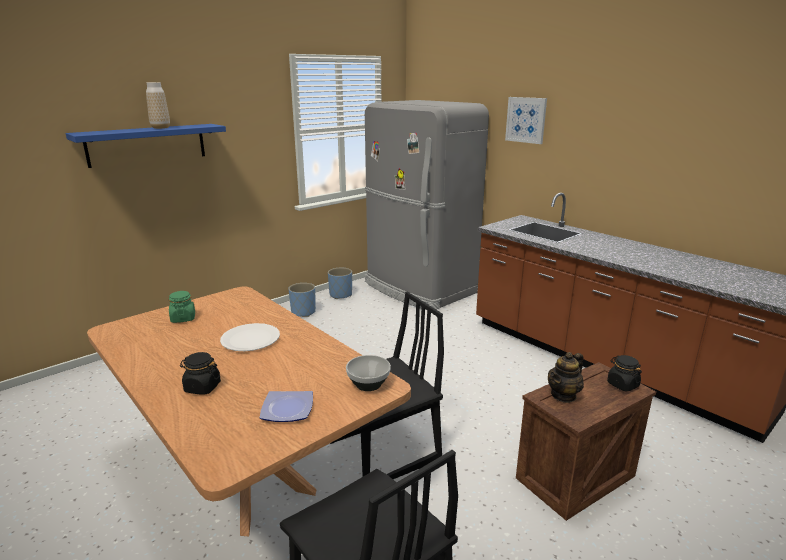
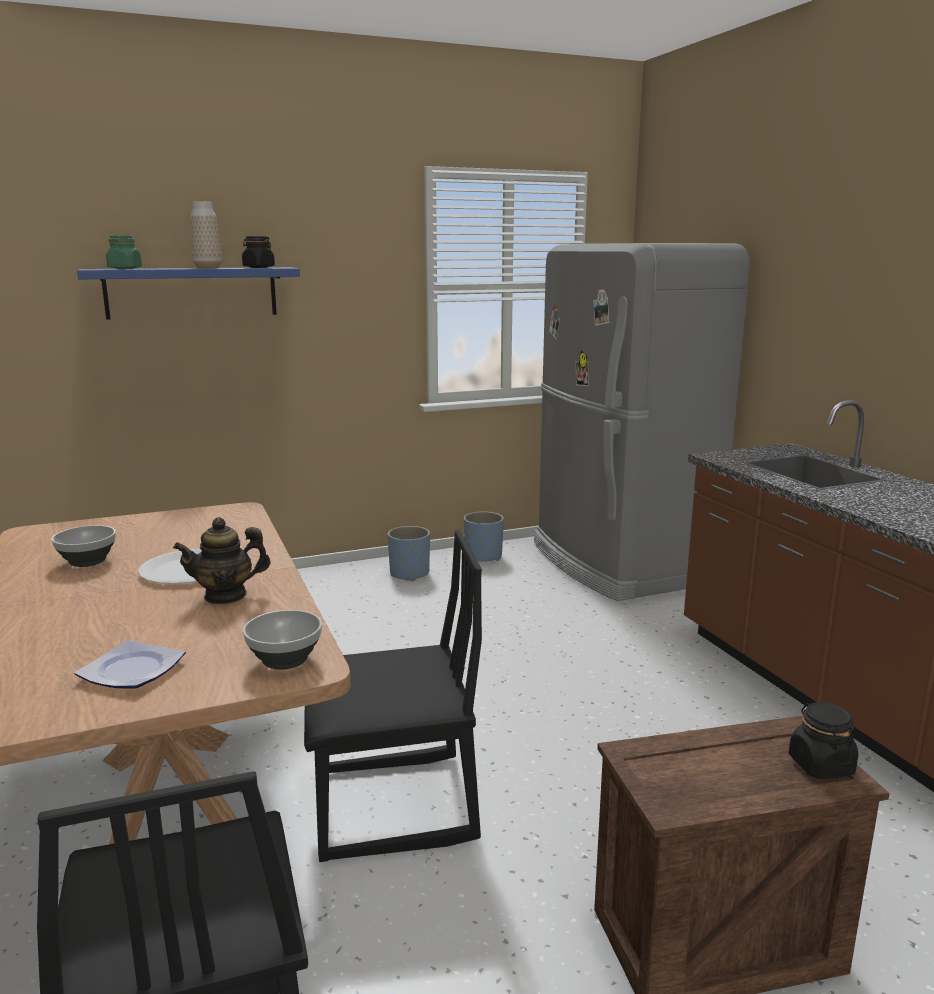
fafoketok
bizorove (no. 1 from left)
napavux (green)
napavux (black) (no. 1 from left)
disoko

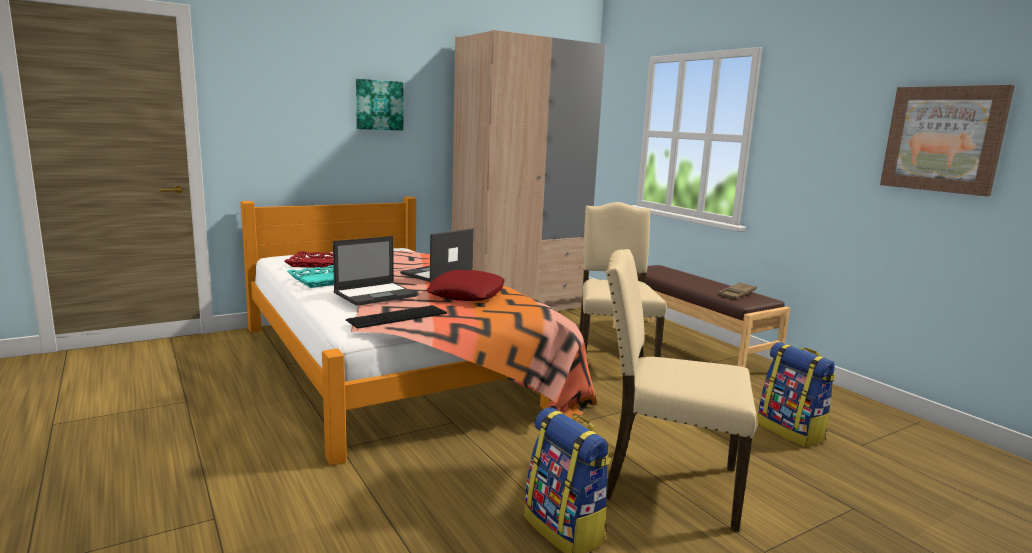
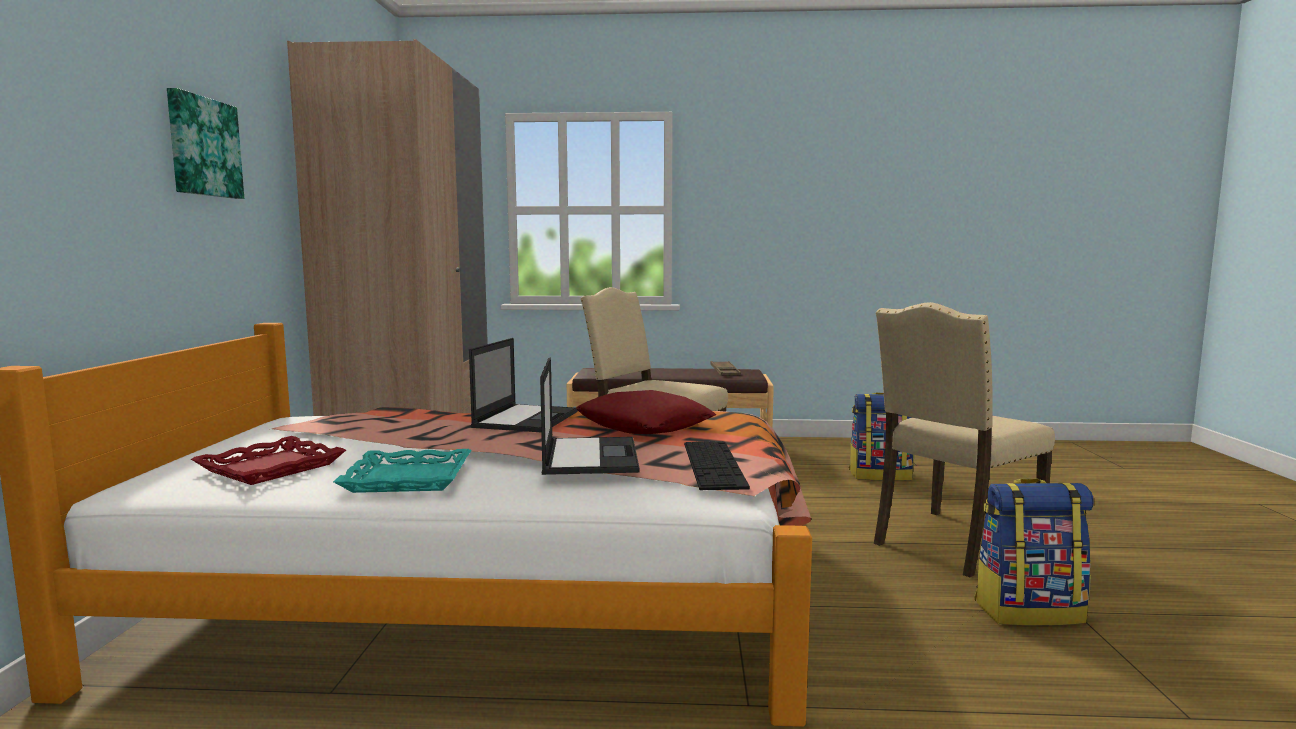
fafoketok (no. 2 from left in the first image)
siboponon (no. 1 from left)

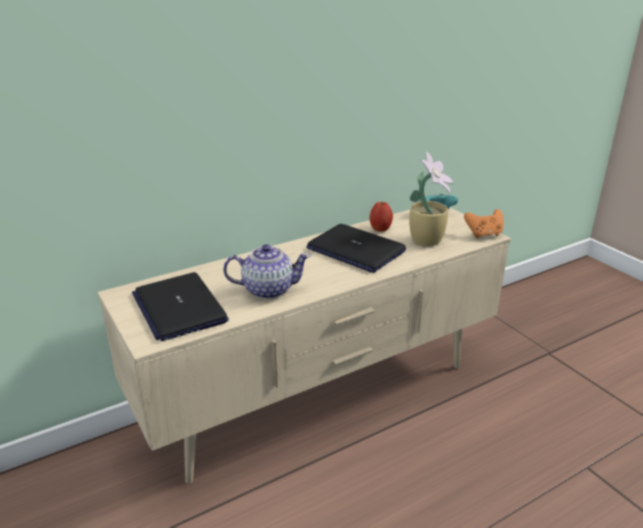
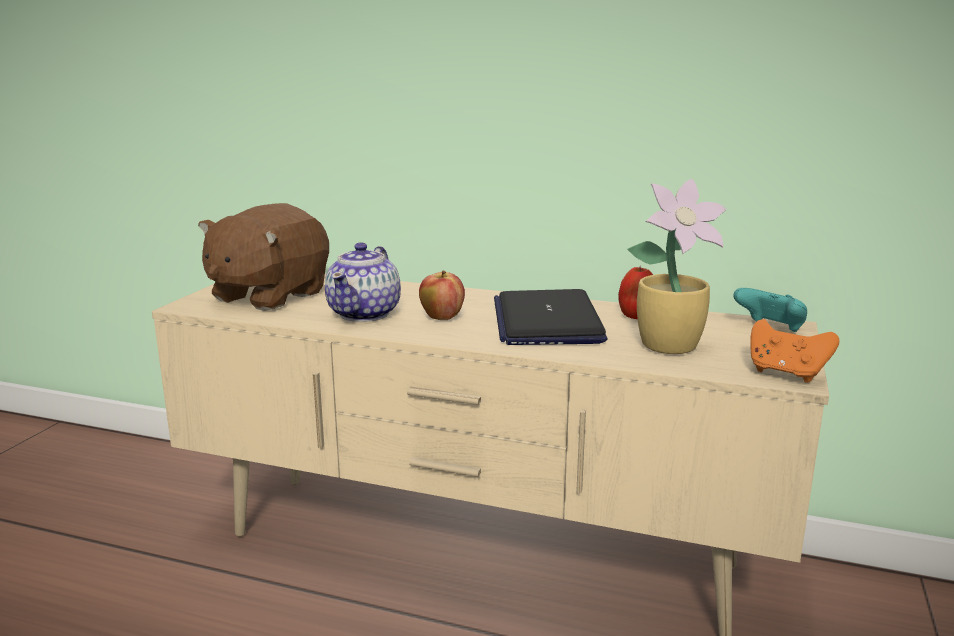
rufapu (no. 1 from left)
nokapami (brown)
disoko

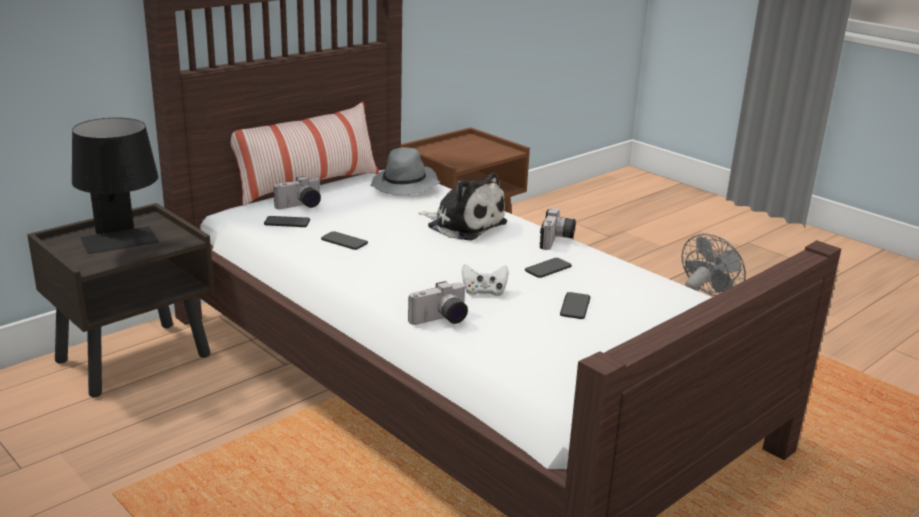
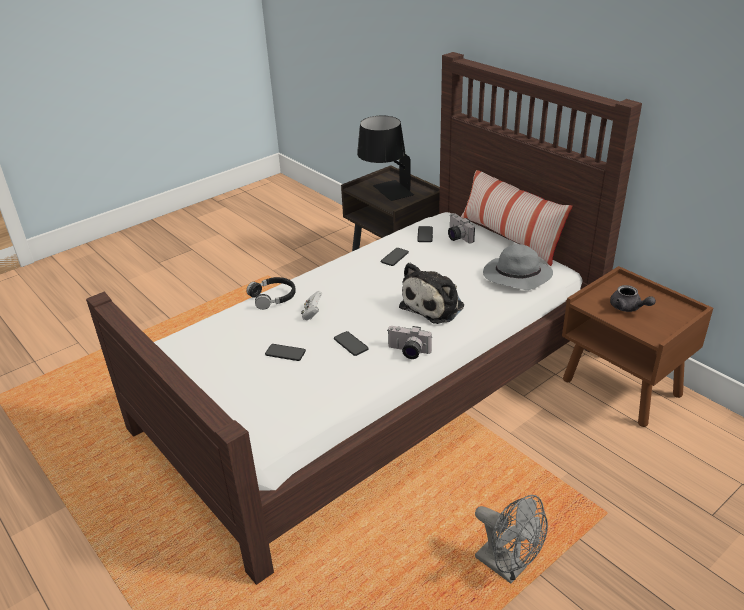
disoko (grey)
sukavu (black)

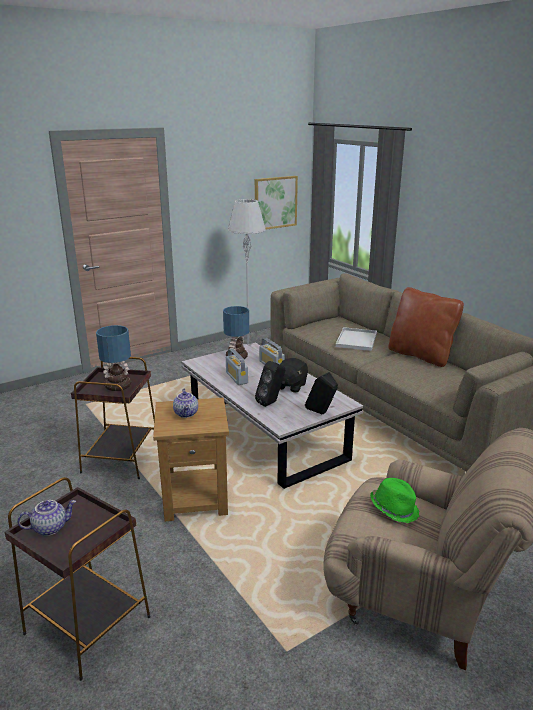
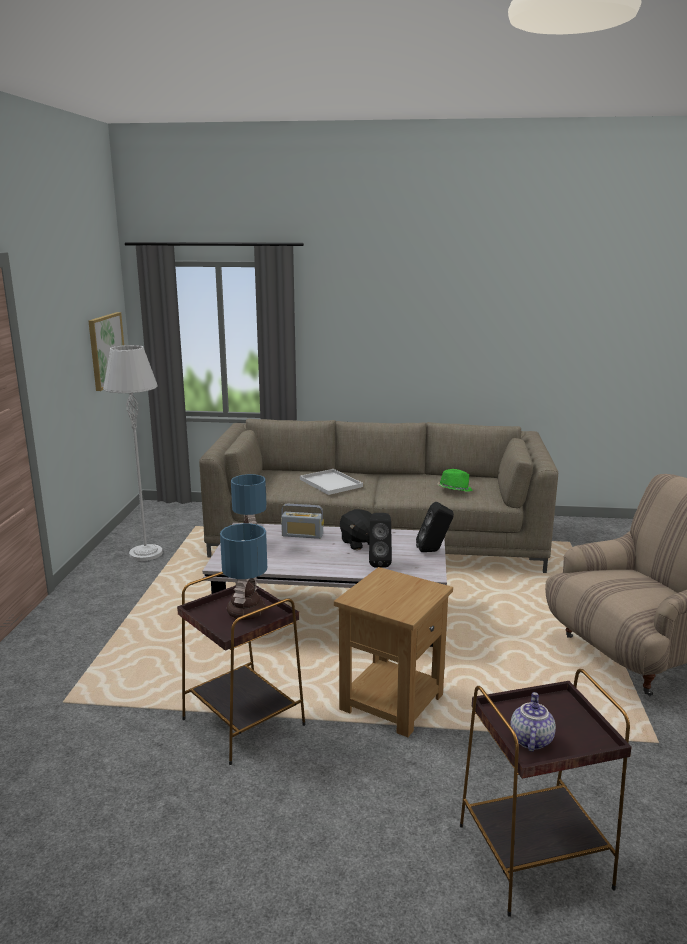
disoko (no. 2 from left in the first image)
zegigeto (no. 1 from left in the first image)
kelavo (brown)
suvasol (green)

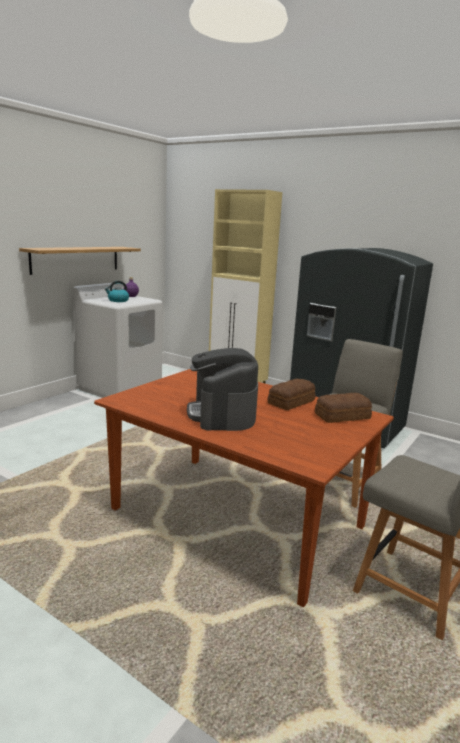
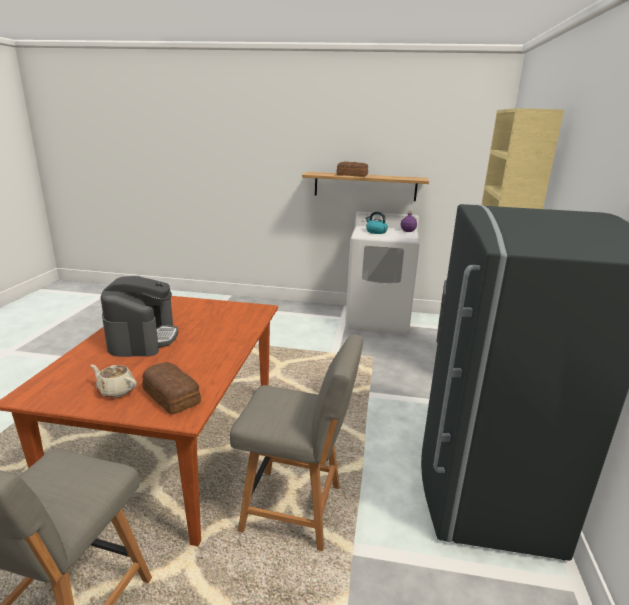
disoko (beige)
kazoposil (no. 2 from left)
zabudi

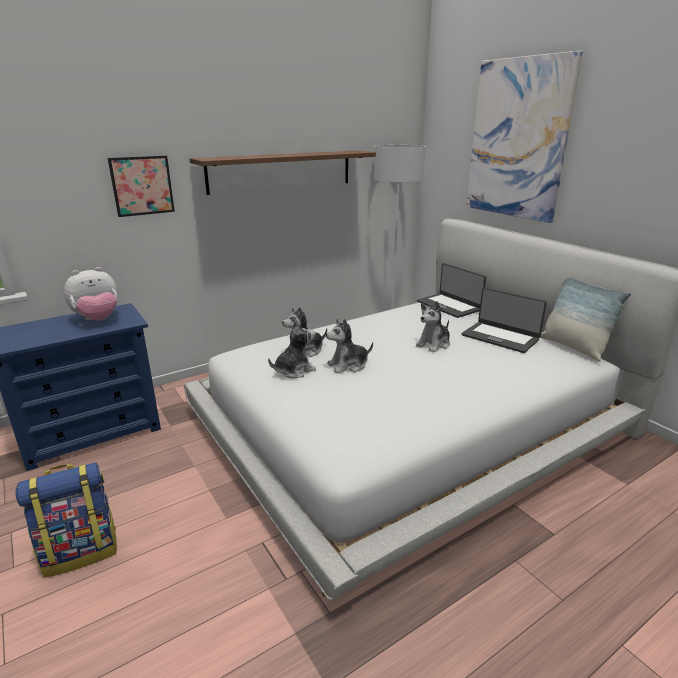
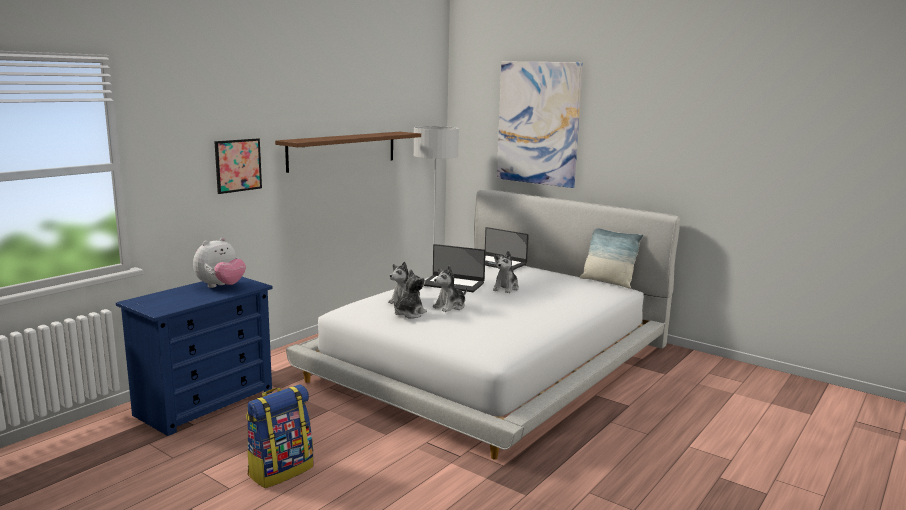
siboponon (no. 1 from left)

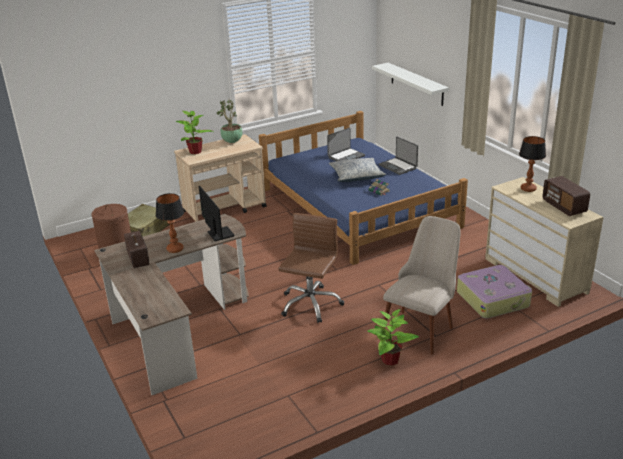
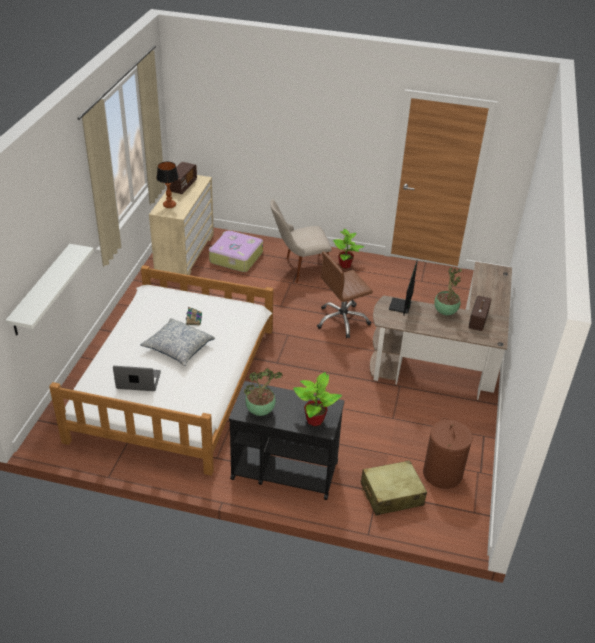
siboponon (no. 2 from left in the first image)
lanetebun (no. 4 from left)
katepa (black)
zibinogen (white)

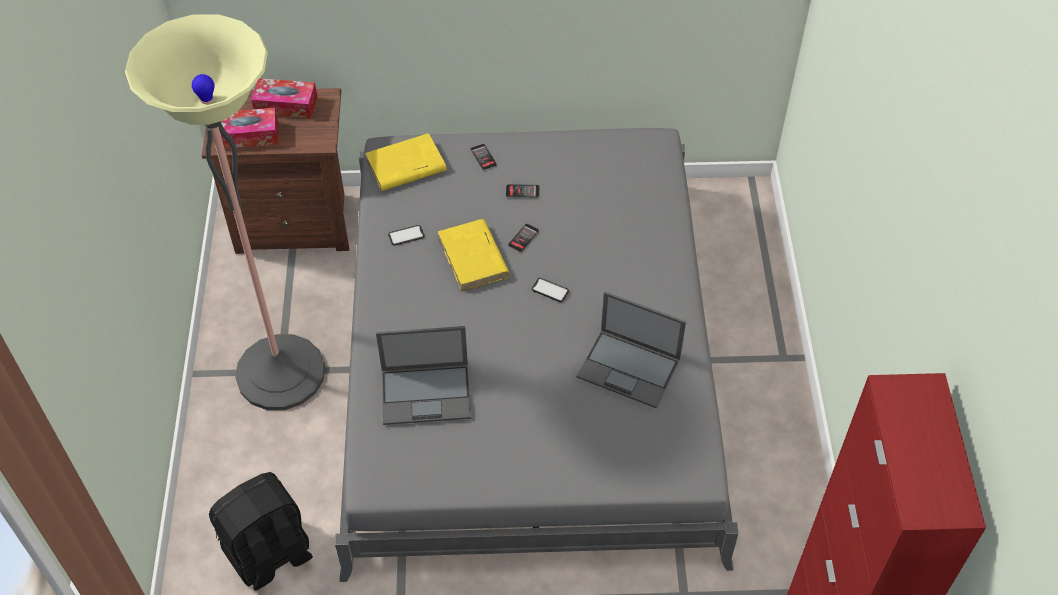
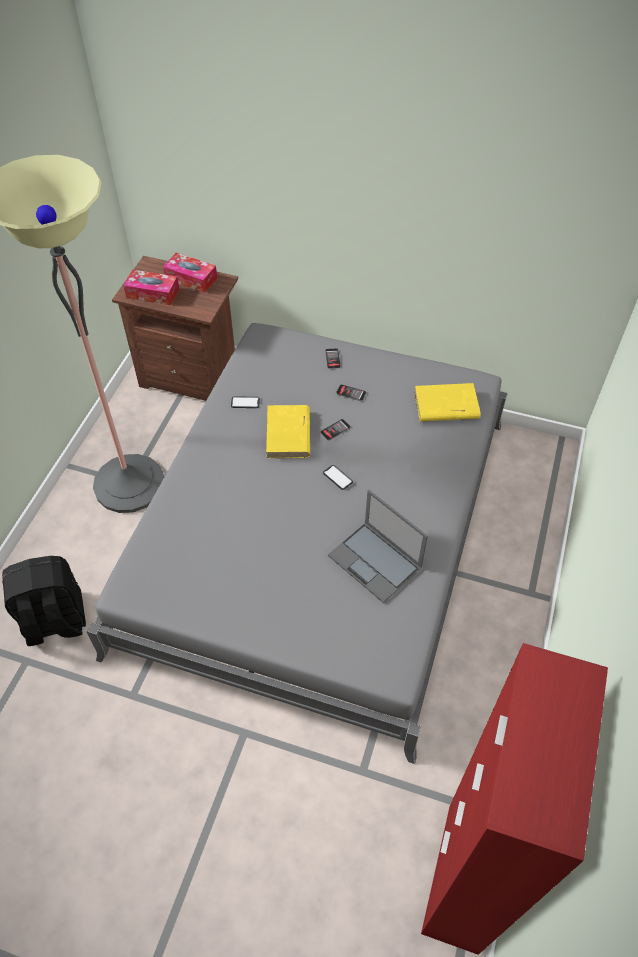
siboponon (no. 1 from left in the first image)
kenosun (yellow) (no. 2 from left)

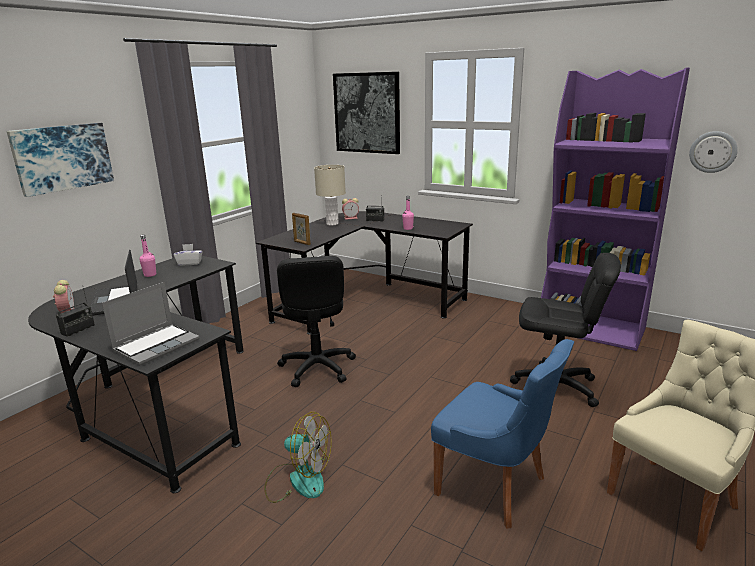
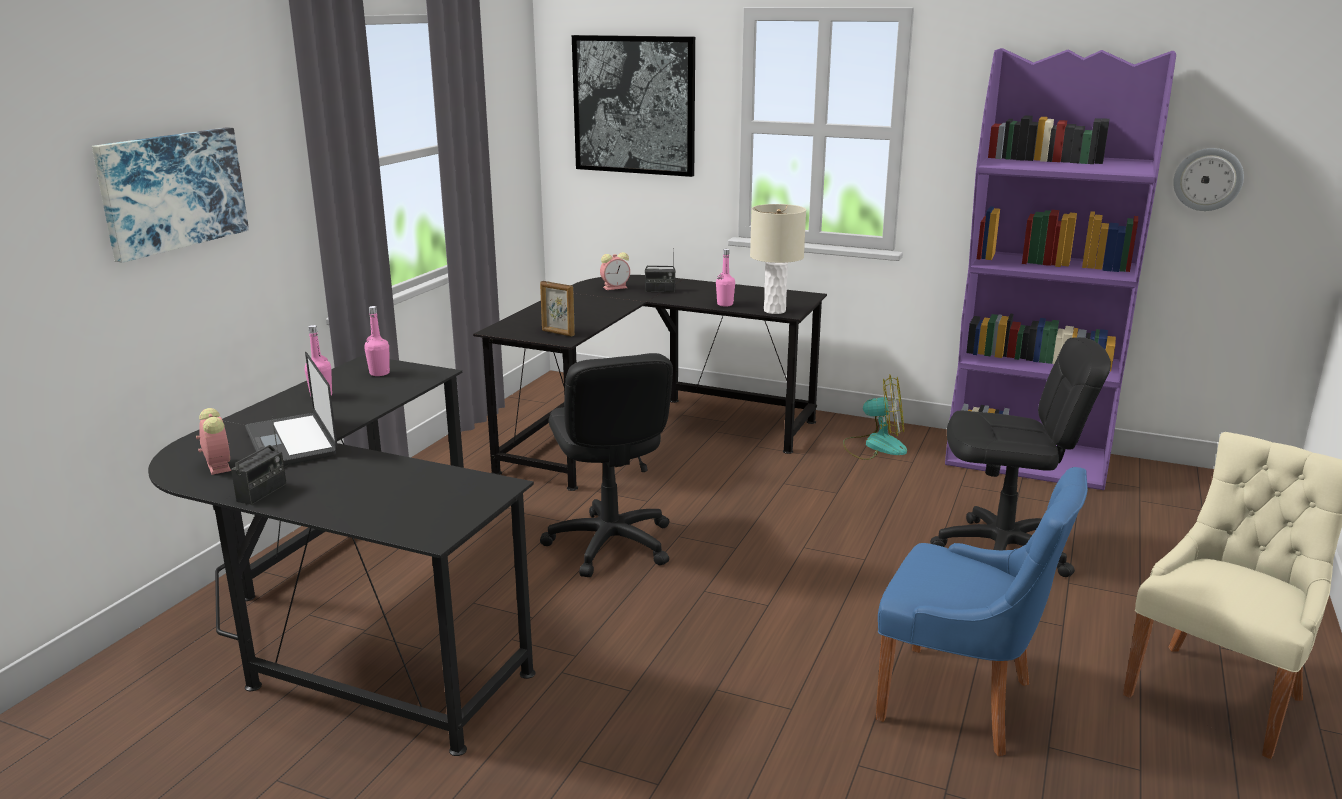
siboponon (no. 2 from left in the first image)
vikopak
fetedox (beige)
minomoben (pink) (no. 2 from left)

